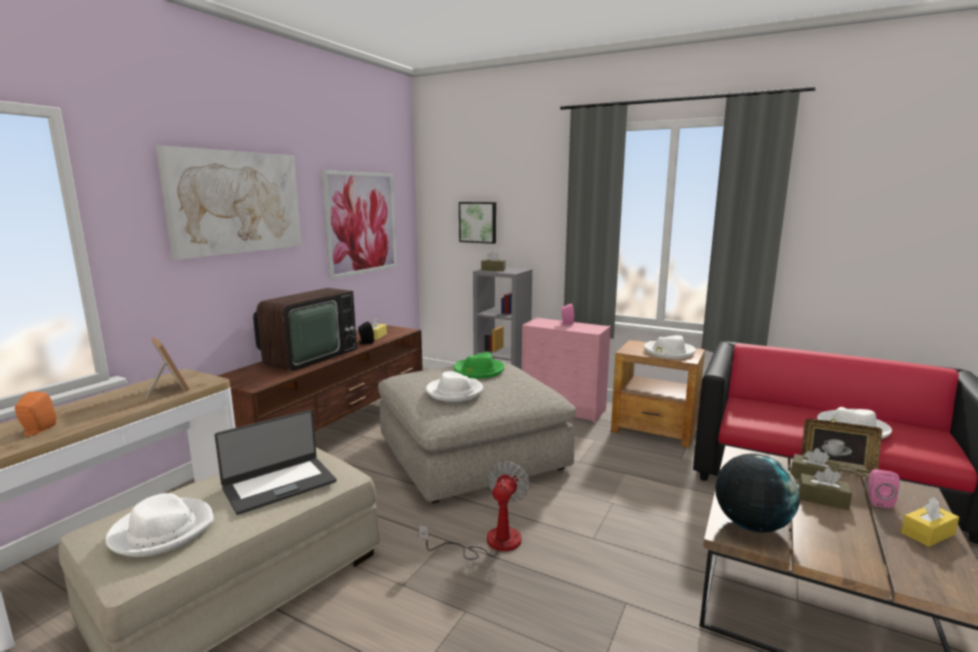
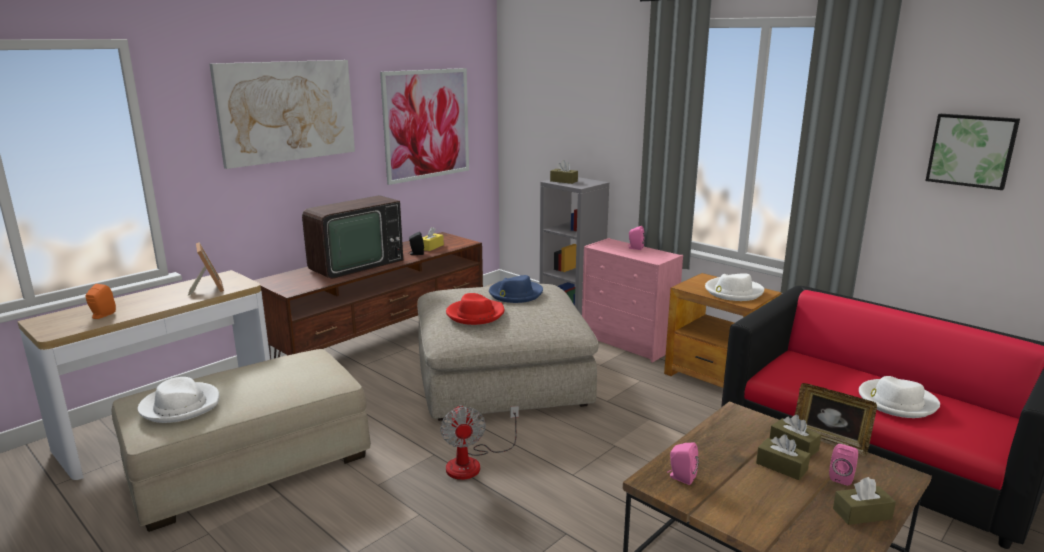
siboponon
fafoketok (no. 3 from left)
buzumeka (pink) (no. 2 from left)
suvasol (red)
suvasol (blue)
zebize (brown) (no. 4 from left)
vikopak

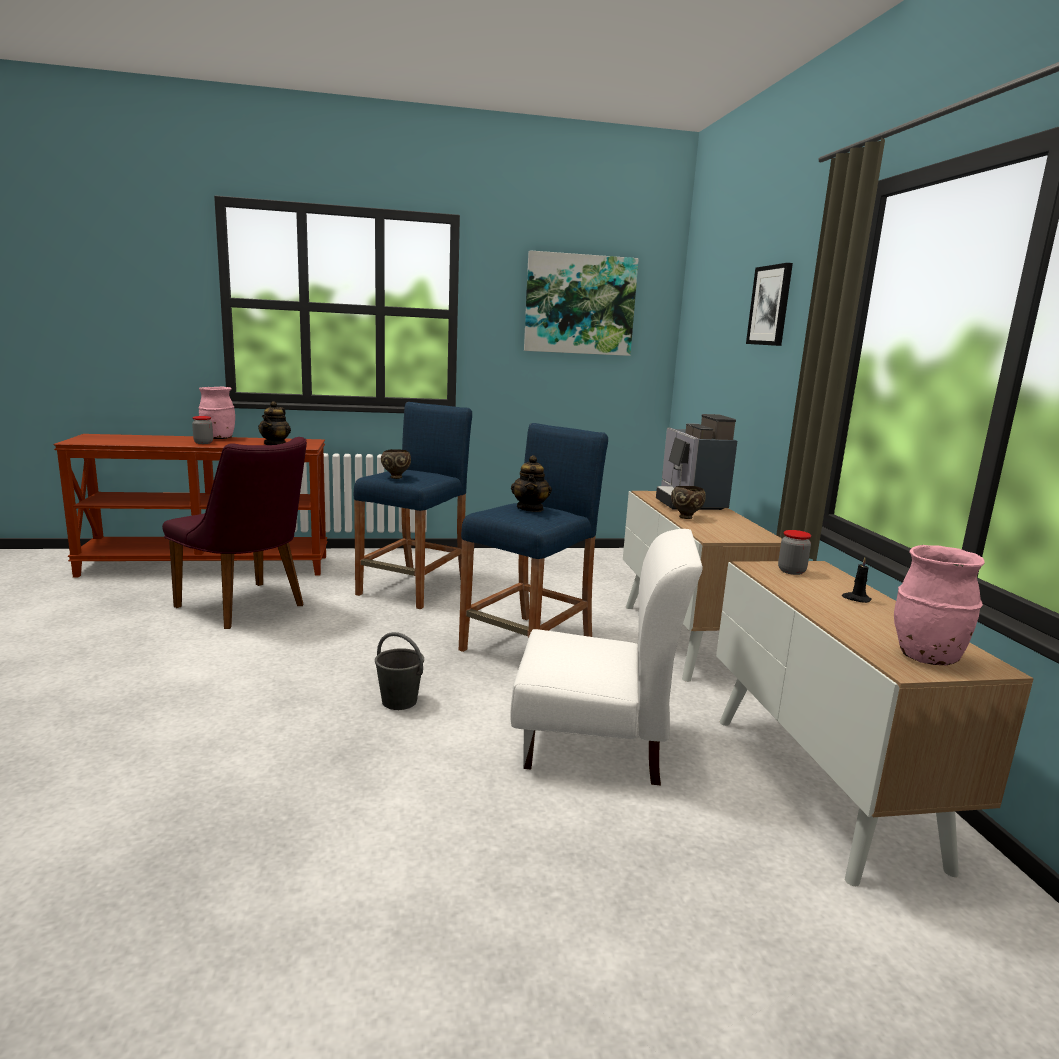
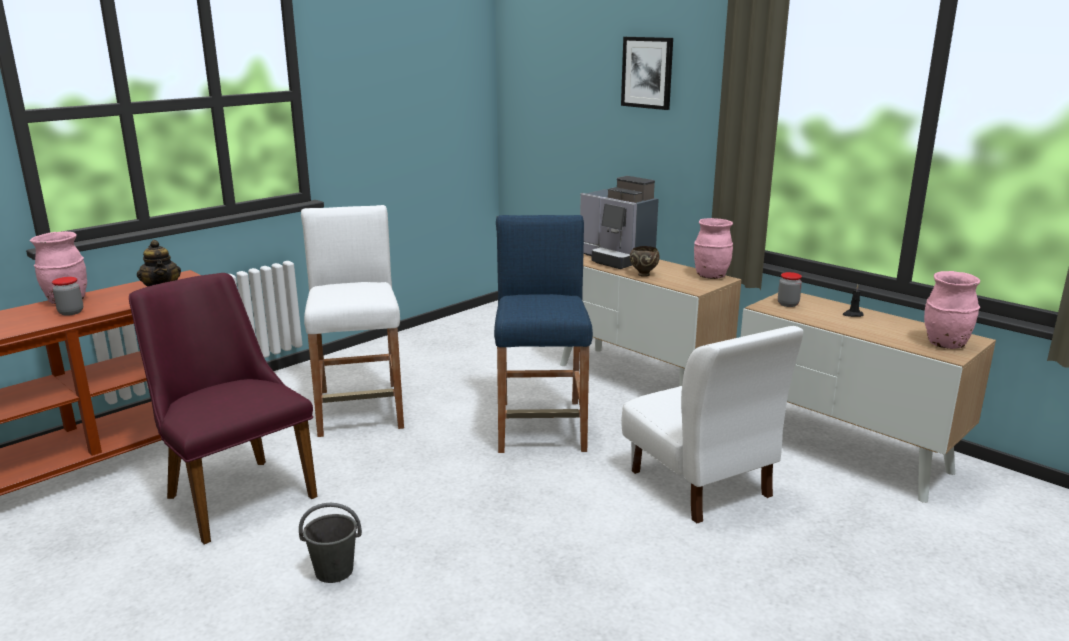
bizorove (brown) (no. 1 from left in the first image)
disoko (no. 2 from left in the first image)
fafoketok (no. 1 from left in the first image)
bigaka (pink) (no. 2 from left)
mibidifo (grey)
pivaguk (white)
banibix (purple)
banibix (white)

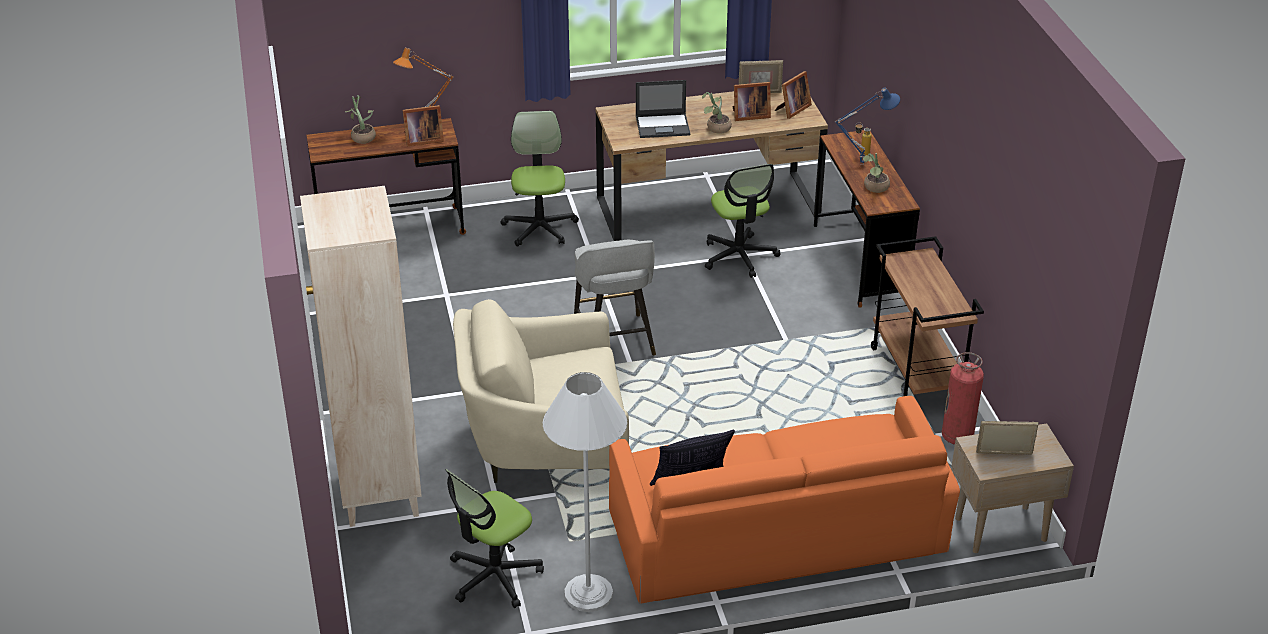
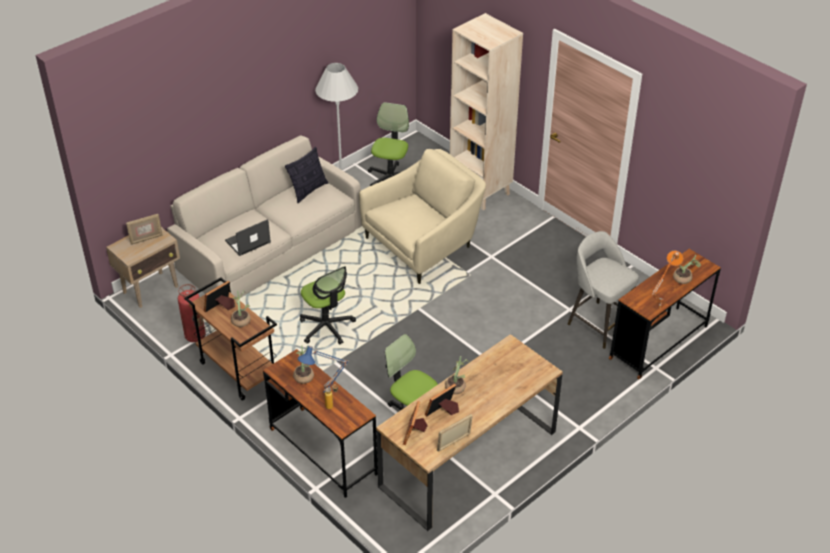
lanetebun (no. 1 from left)
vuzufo (no. 2 from left)
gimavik (no. 1 from left)
pivaguk (grey)
siboponon
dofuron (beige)

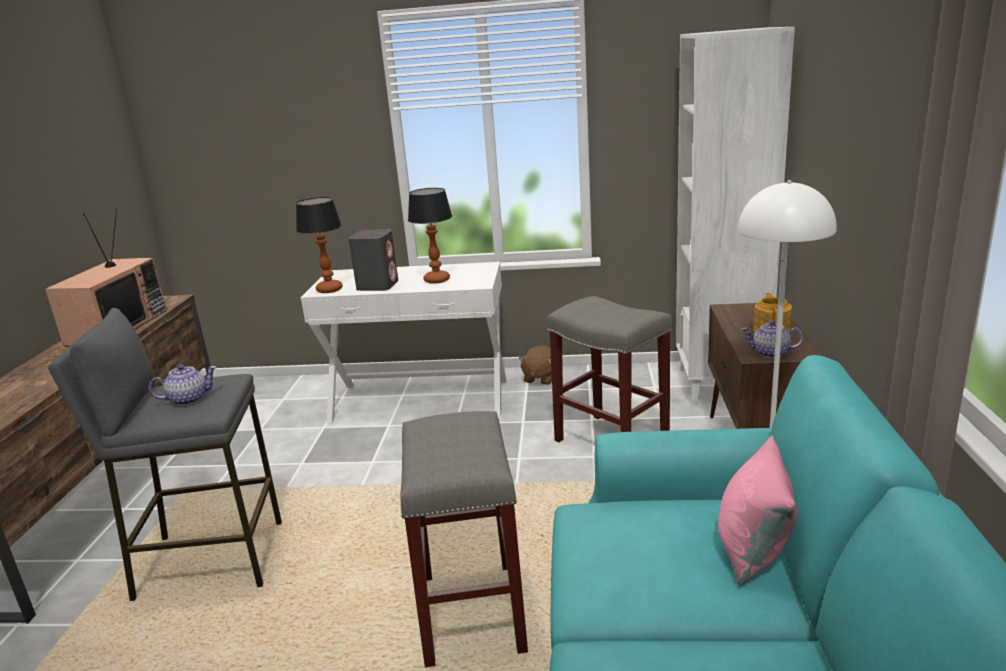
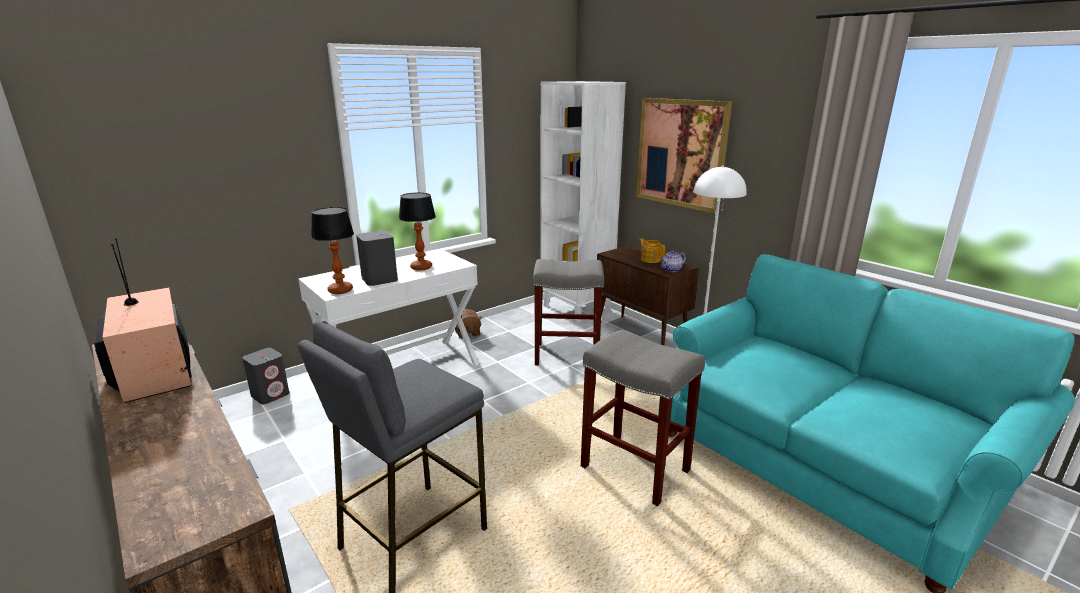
disoko (no. 1 from left in the first image)
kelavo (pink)
buzumeka (grey) (no. 1 from left)
fafoketok

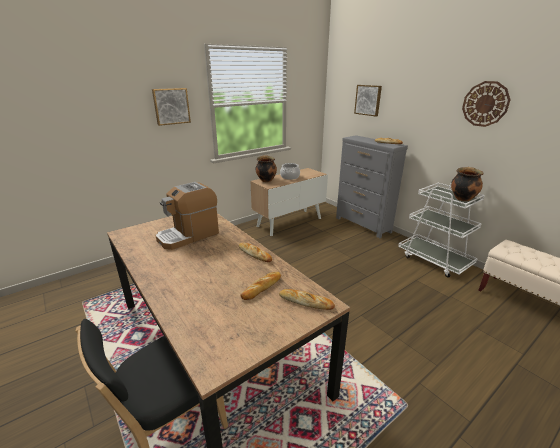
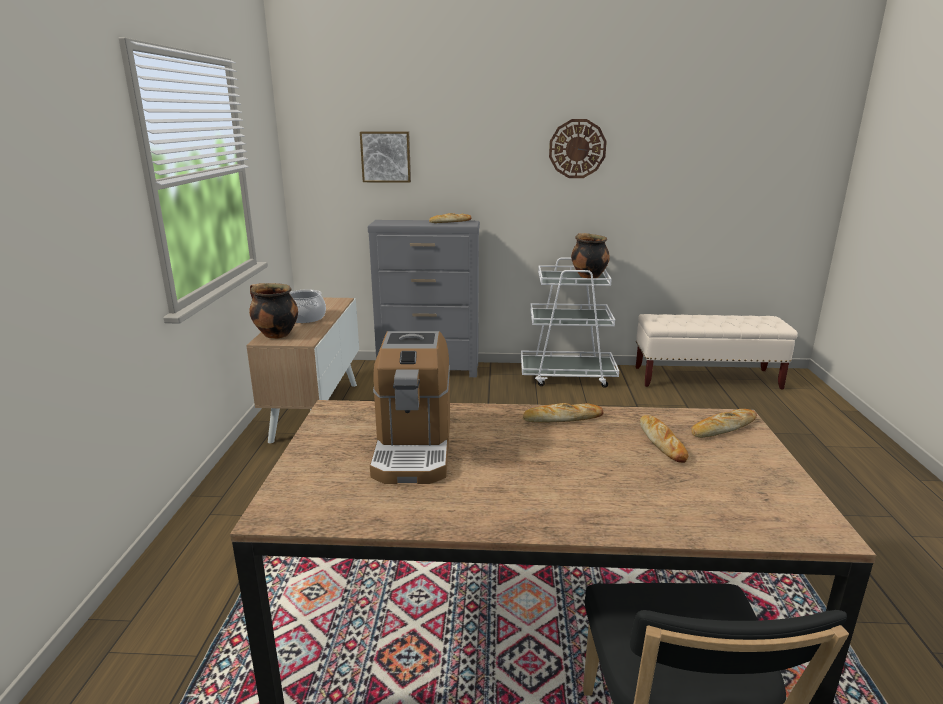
fafoketok (no. 1 from left in the first image)

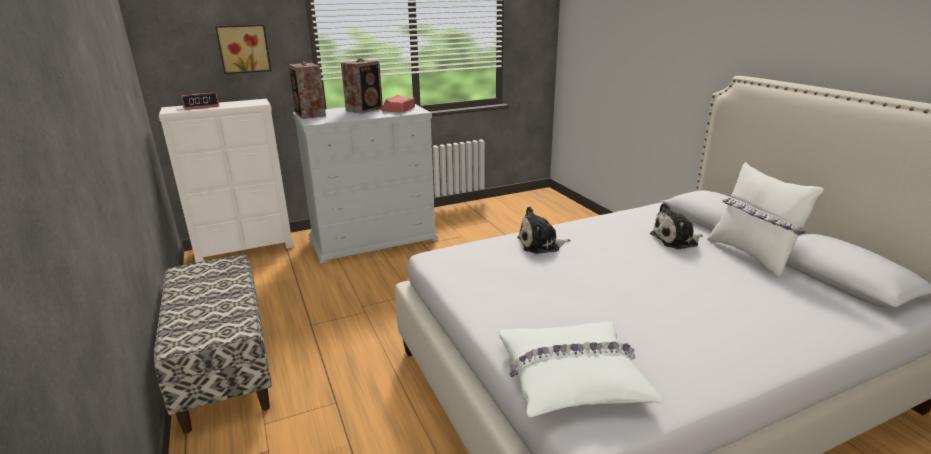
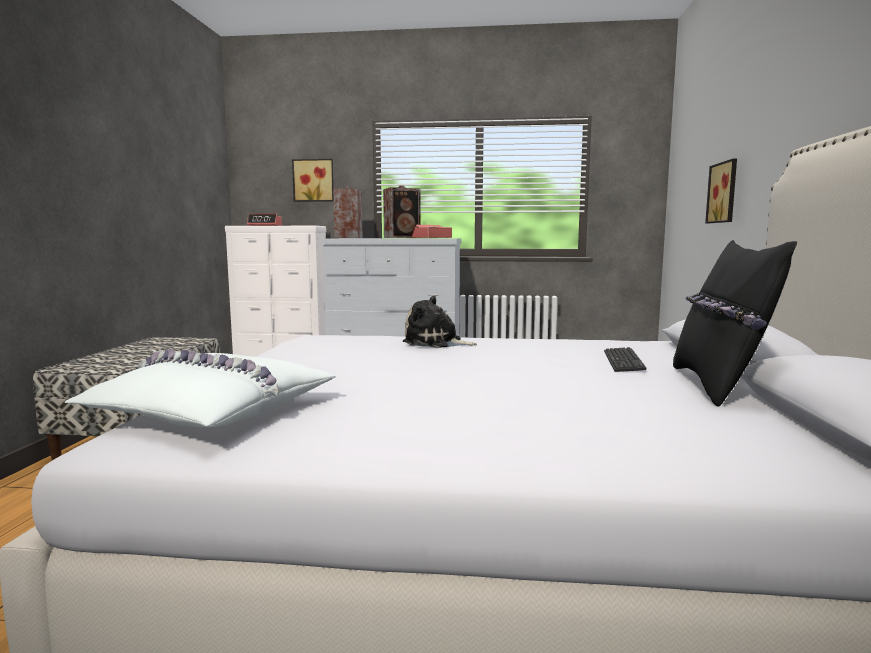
fafoketok (no. 2 from left)
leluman
kelavo (black)

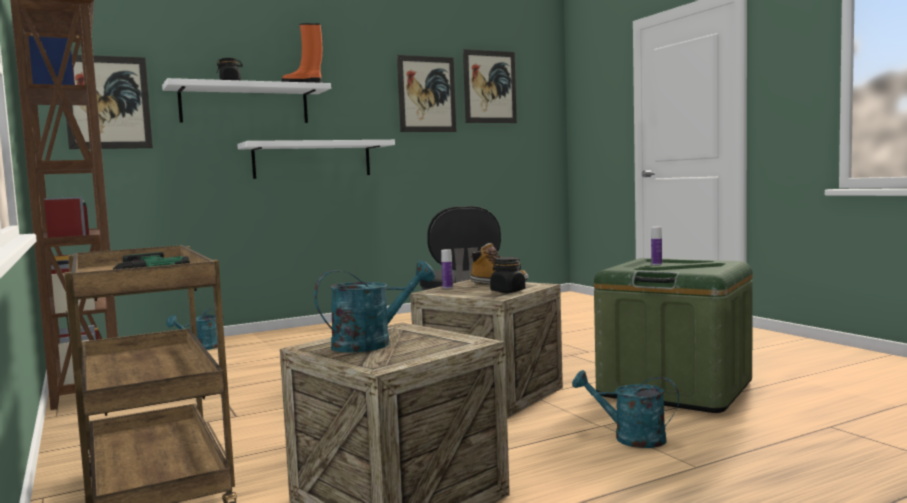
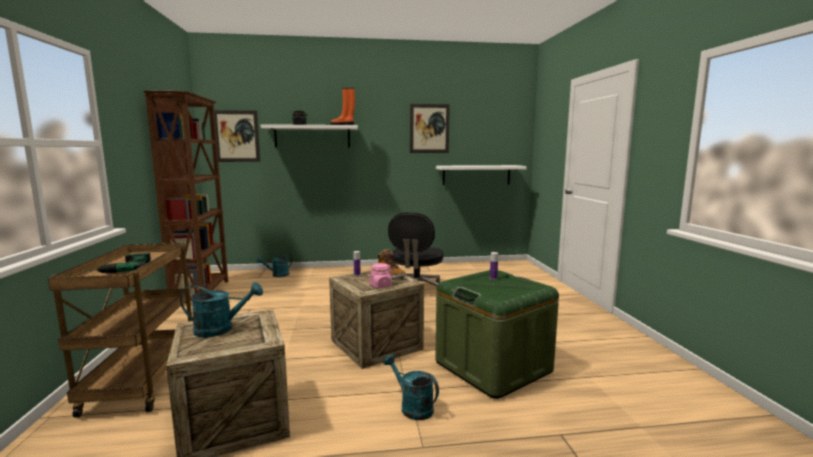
fafoketok (no. 3 from left in the first image)
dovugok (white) (no. 2 from left)
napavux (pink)

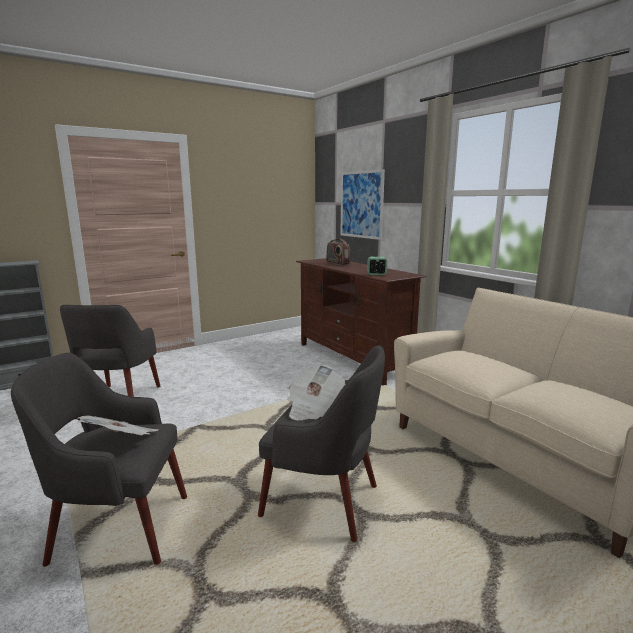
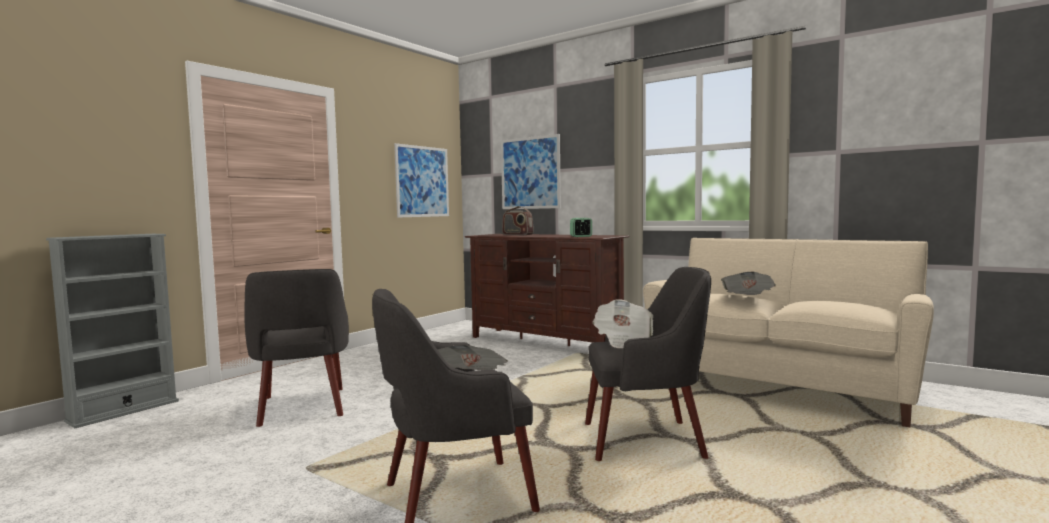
fafoketok (no. 1 from left)
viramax (no. 3 from left)

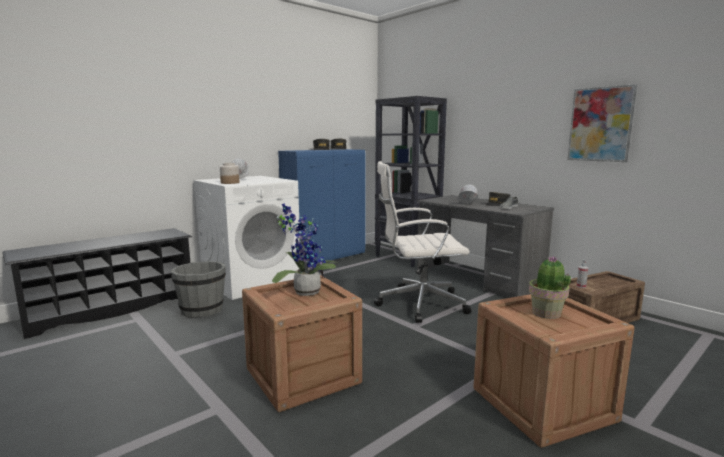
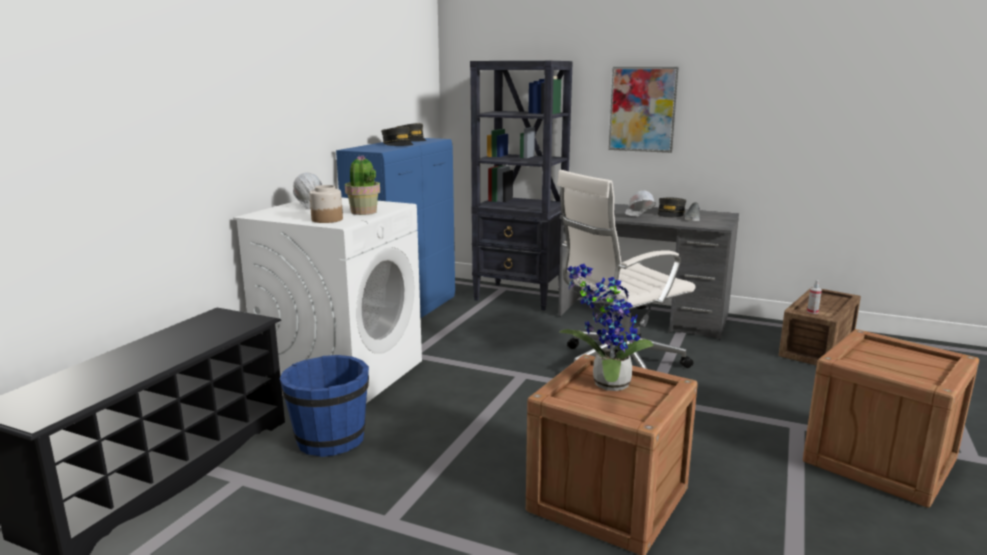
lanetebun (no. 1 from left)
fafoketok
mibidifo (blue)

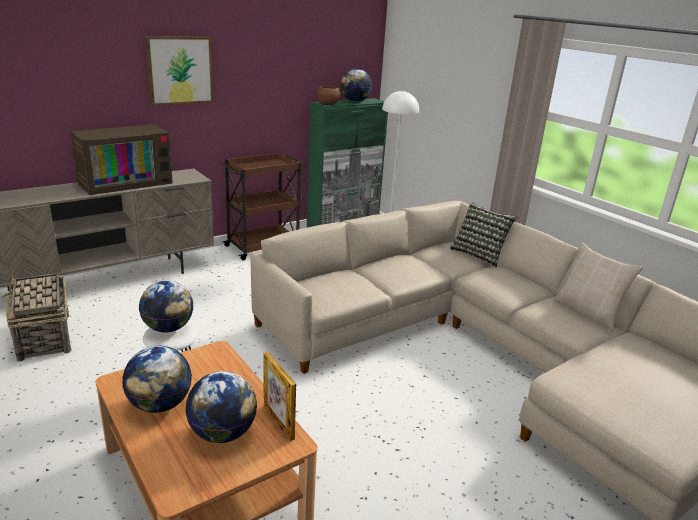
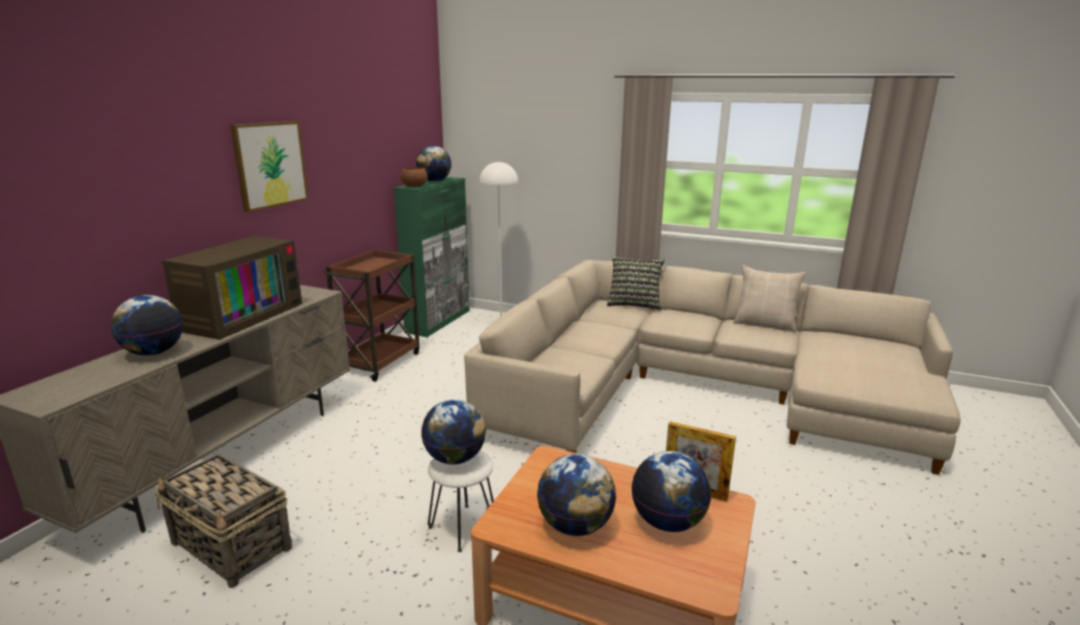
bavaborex (no. 1 from left)

